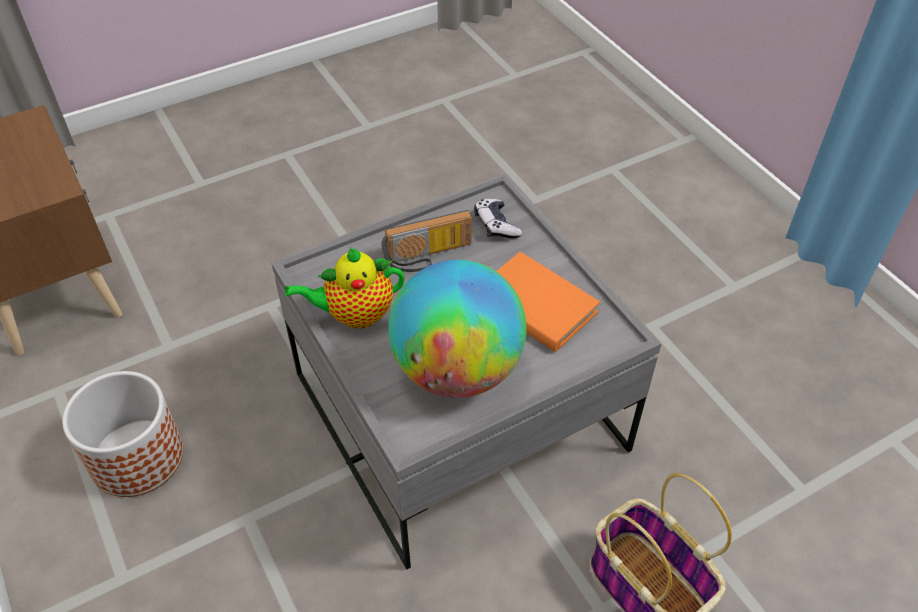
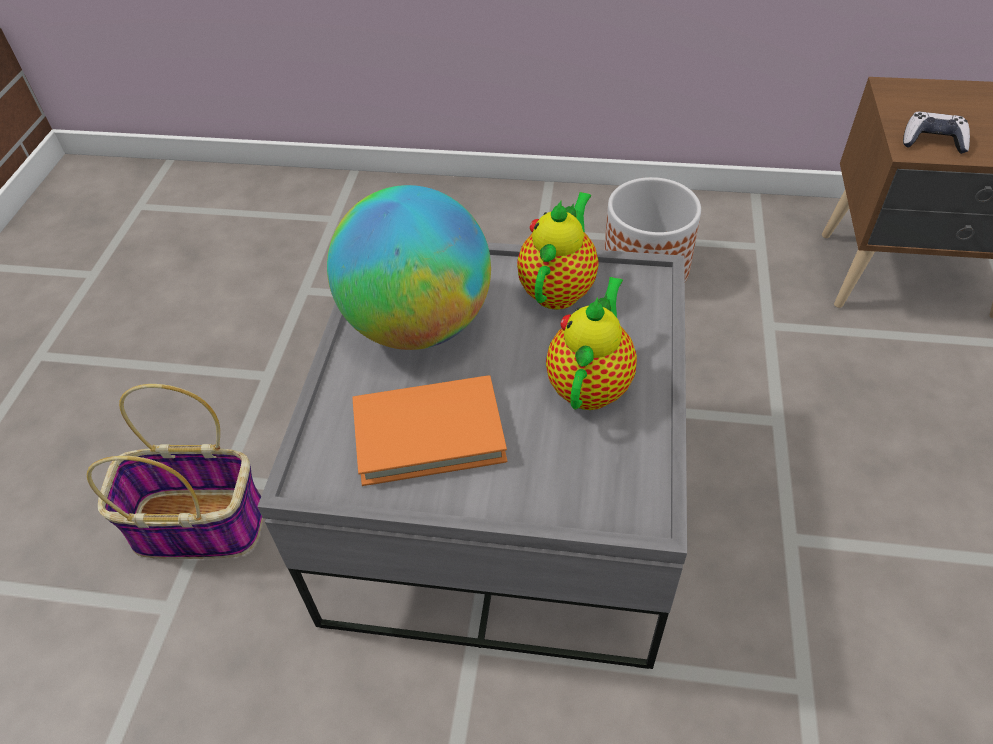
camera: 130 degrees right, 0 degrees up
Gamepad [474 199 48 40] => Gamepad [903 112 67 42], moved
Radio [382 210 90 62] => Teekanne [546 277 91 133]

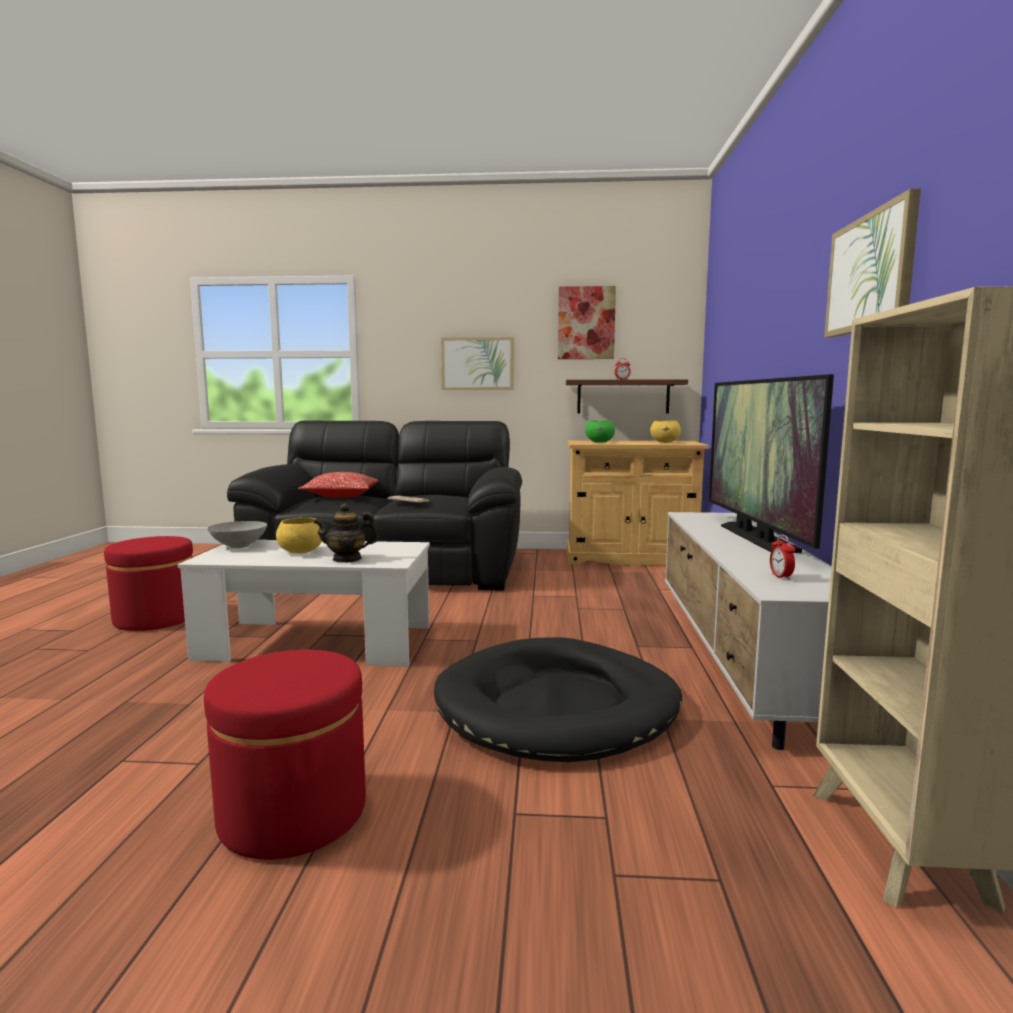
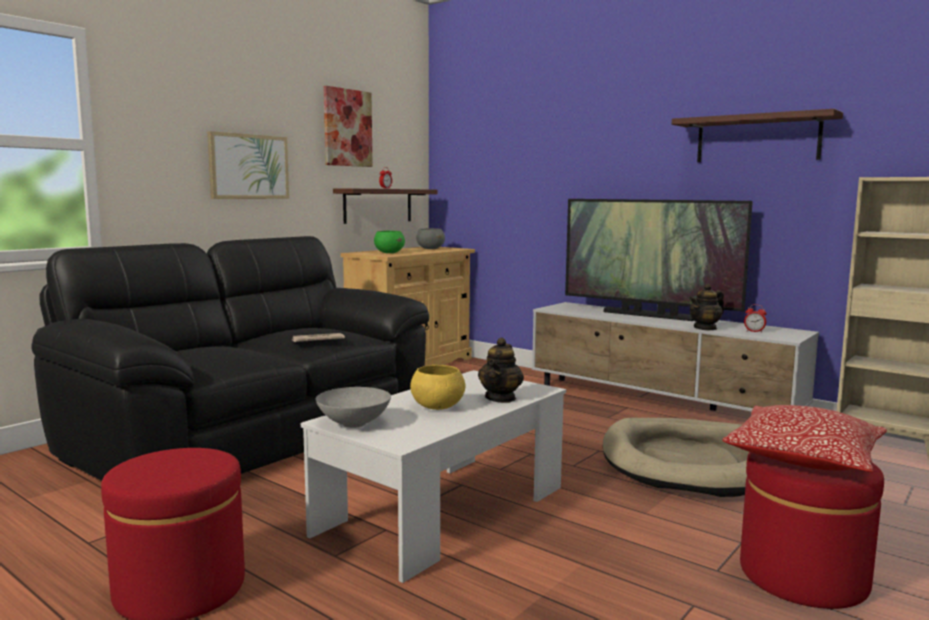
camera: 55 degrees left, 0 degrees up
nothing => Teekanne [689 284 35 46]
Kissen [298 472 80 26] => Kissen [722 405 165 67], moved
Bild [824 188 97 150] => Wandregal [672 109 171 53]
Hundebett [schwarz] [434 637 248 125] => Hundebett [beige] [602 418 147 79]
Schüssel [gelb] [650 421 31 22] => Schüssel [grau] [416 228 29 21]

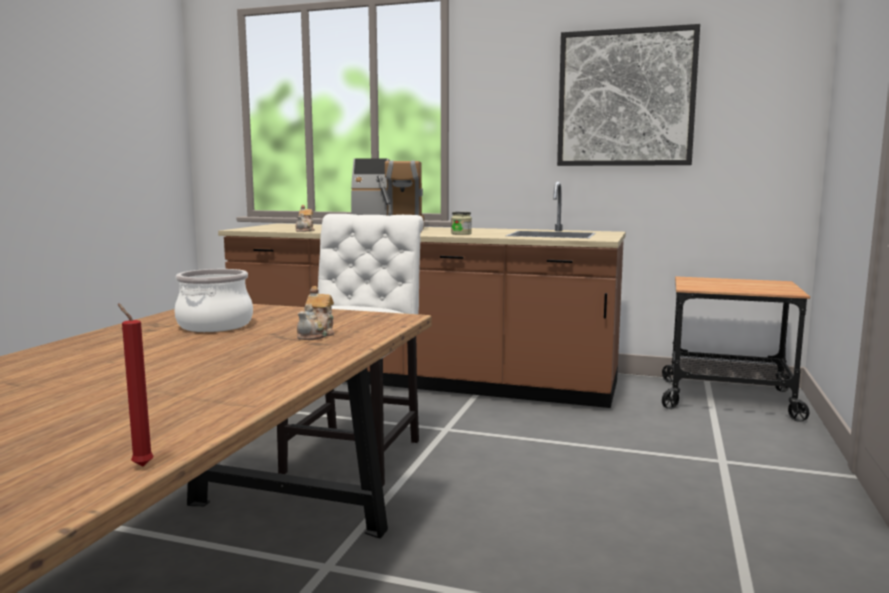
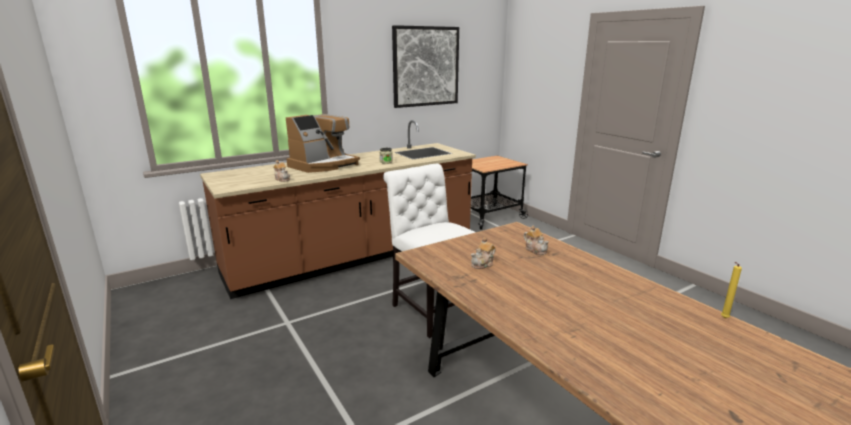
camera: 50 degrees left, 10 degrees up
Kochtopf [174 269 79 63] => Teekanne [471 237 24 32]
Kerze [rot] [118 303 35 163] => Kerze [gelb] [721 262 21 56]

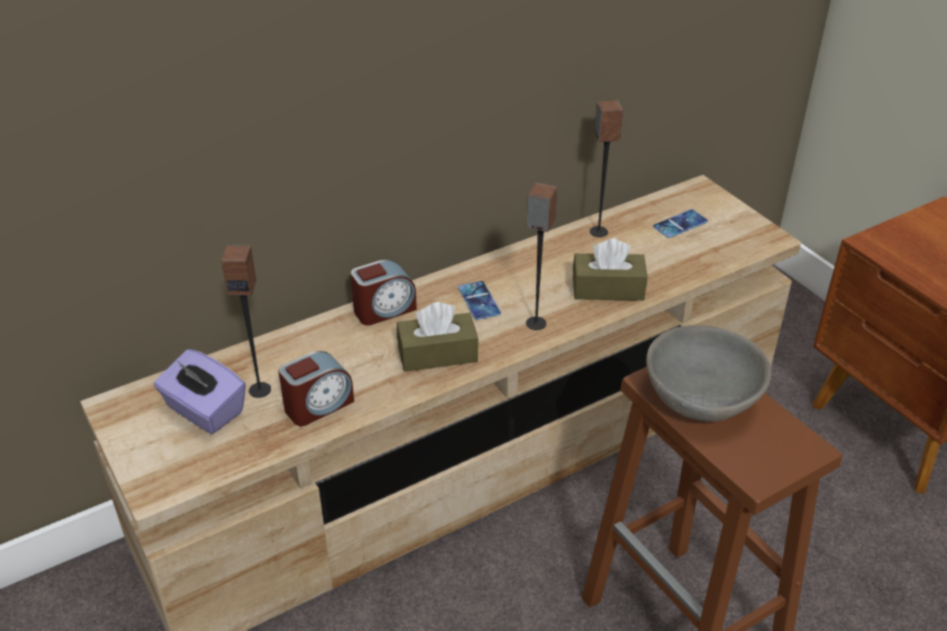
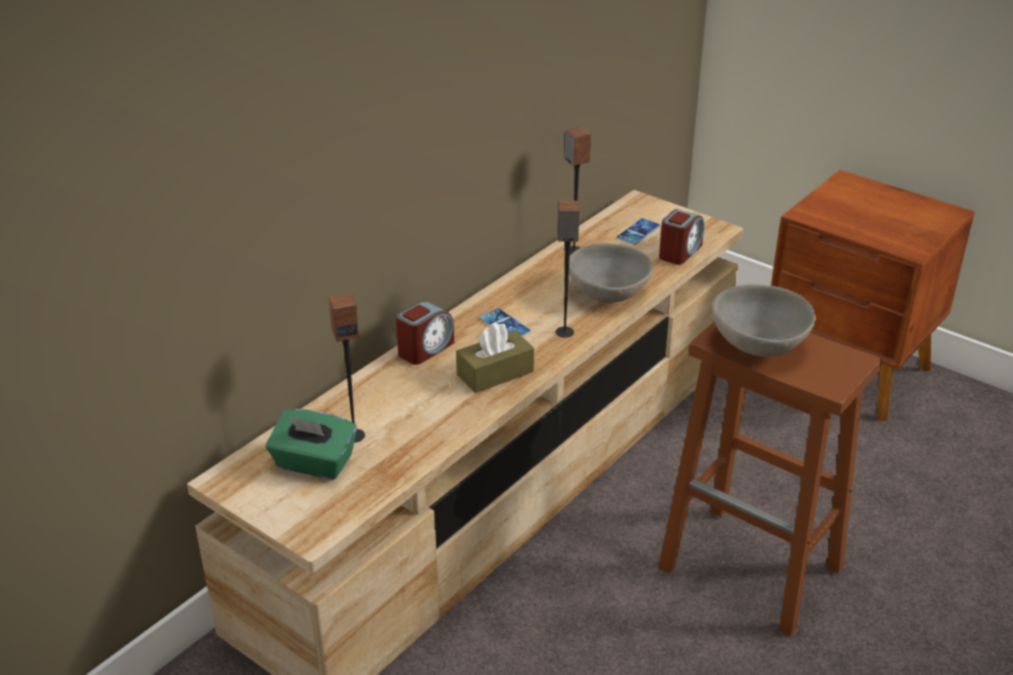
camera: 20 degrees left, 5 degrees down
Wecker [278 351 76 75] => Wecker [659 209 45 56], moved
Taschentuchbox [braun] [573 239 75 62] => Schüssel [grau] [569 243 84 60]
Taschentuchbox [lila] [153 349 93 85] => Taschentuchbox [grün] [266 409 91 70]

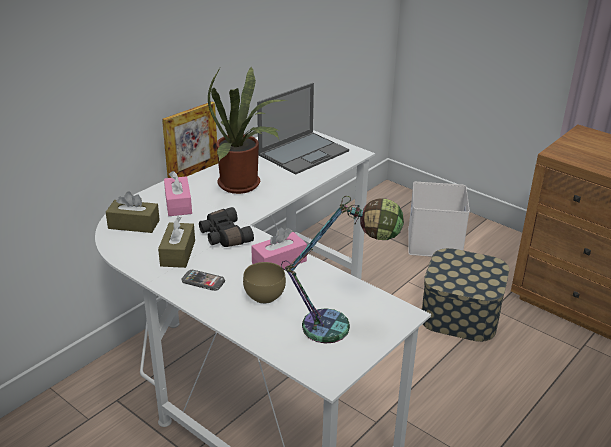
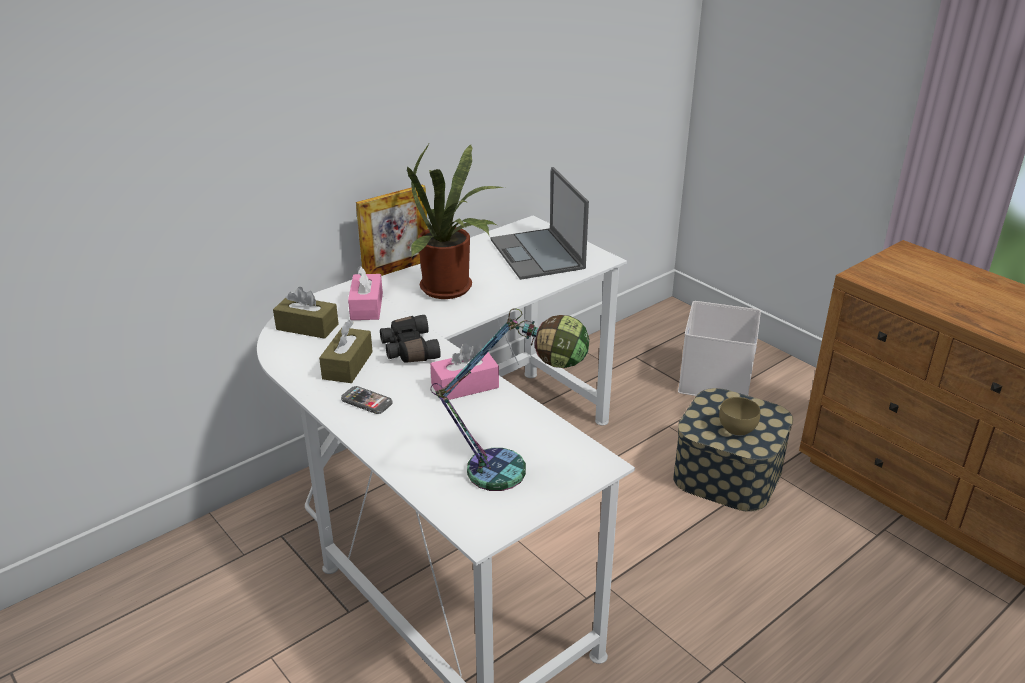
camera: 10 degrees right, 0 degrees up
Schüssel [braun] [243 262 43 42] => Schüssel [braun] [719 397 41 39], moved
Laptop [257 83 92 92] => Laptop [490 167 99 113], 105 degrees clockwise

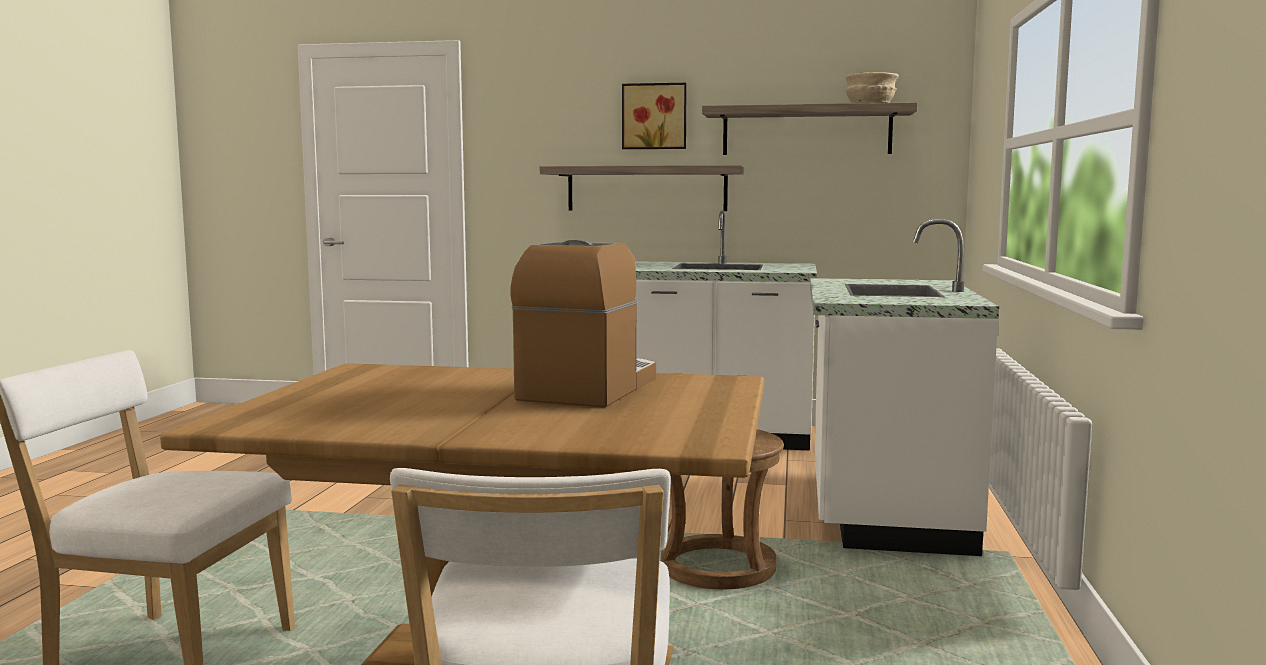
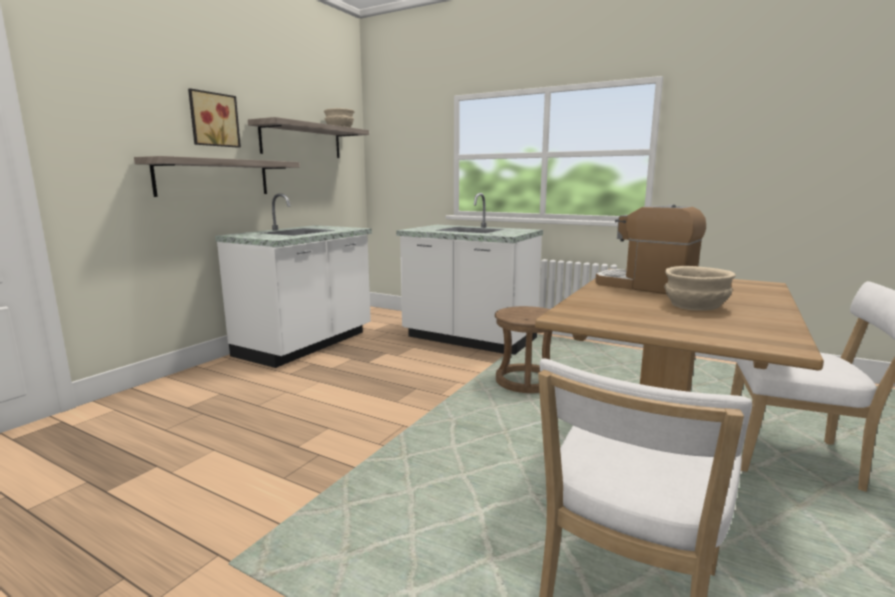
camera: 70 degrees left, 5 degrees up
nothing => Schüssel [beige] [664 266 72 45]

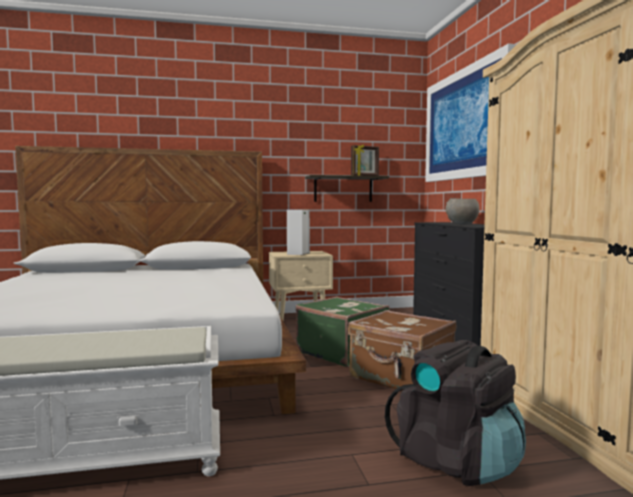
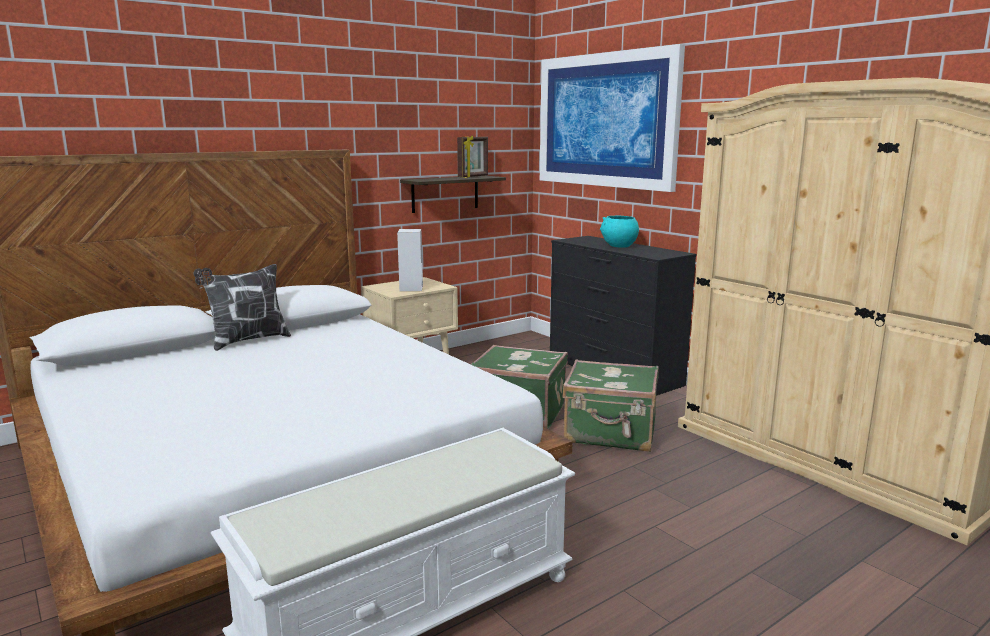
camera: 25 degrees left, 10 degrees up
Rucksack [schwarz] [385 340 141 146] => nothing
nothing => Kissen [194 264 97 87]
Koffer [braun] [348 310 108 81] => Koffer [grün] [562 359 97 93]
Schüssel [grau] [445 198 35 27] => Schüssel [türkis] [600 216 39 32]

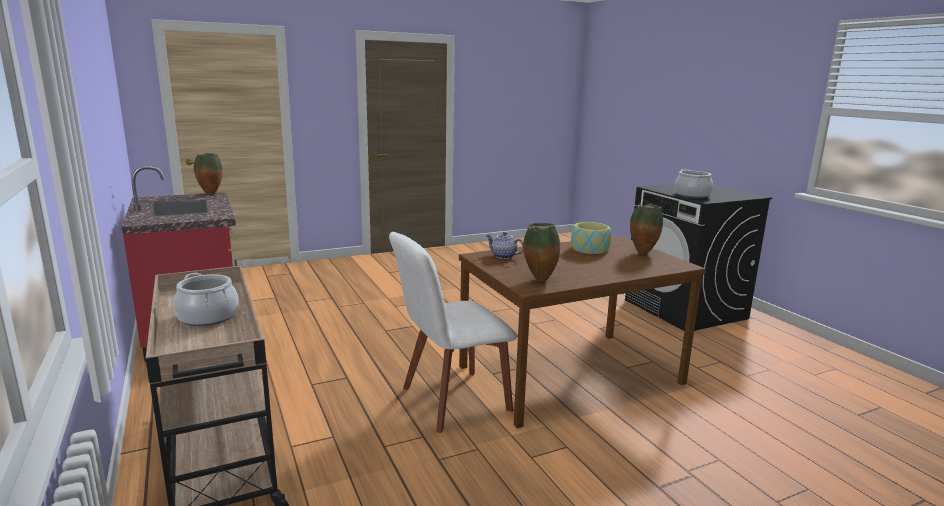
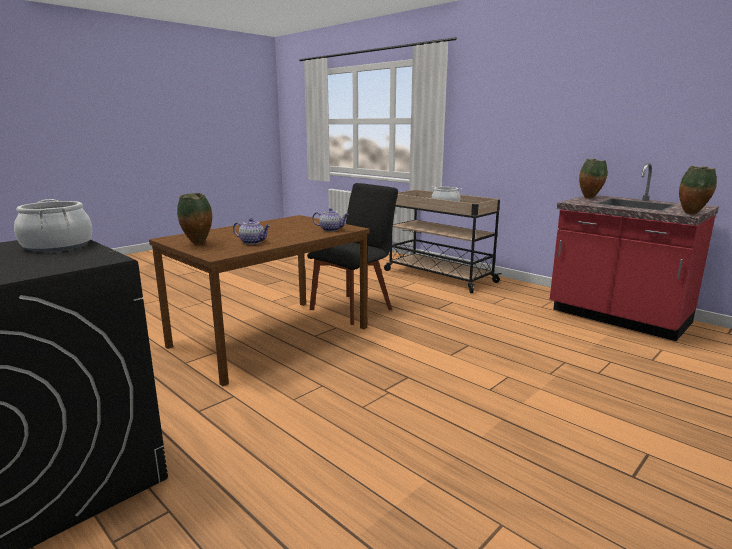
camera: 160 degrees right, 0 degrees up
Vase [523 223 37 58] => Vase [579 159 29 40], moved
Schüssel [571 222 40 32] => Teekanne [233 218 37 27]
Stuhl [weiß] [389 232 129 201] => Stuhl [schwarz] [307 183 91 142]

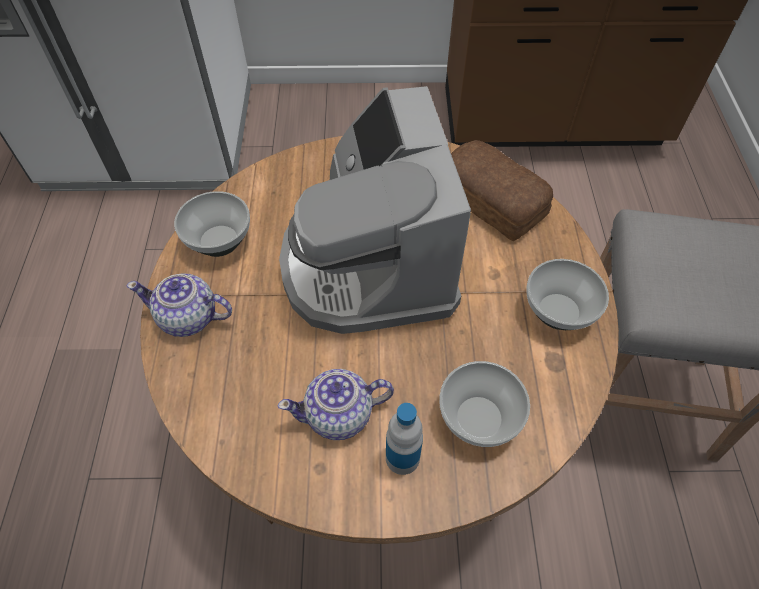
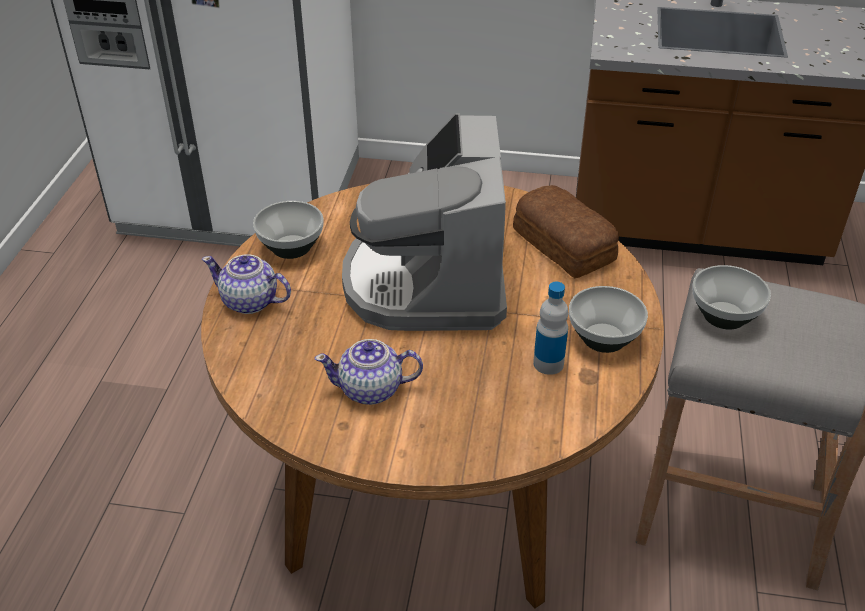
camera: 10 degrees right, 15 degrees down
Flasche [386 403 37 72] => Flasche [533 282 36 93], moved
Schüssel [439 361 91 86] => Schüssel [693 265 78 64], moved

